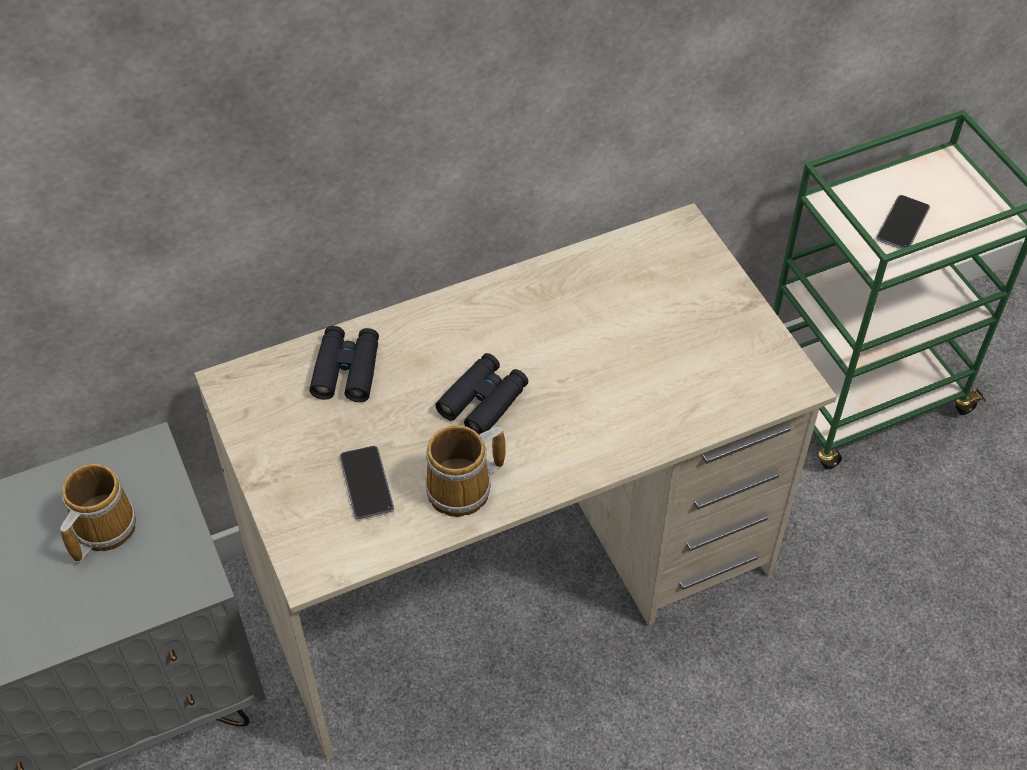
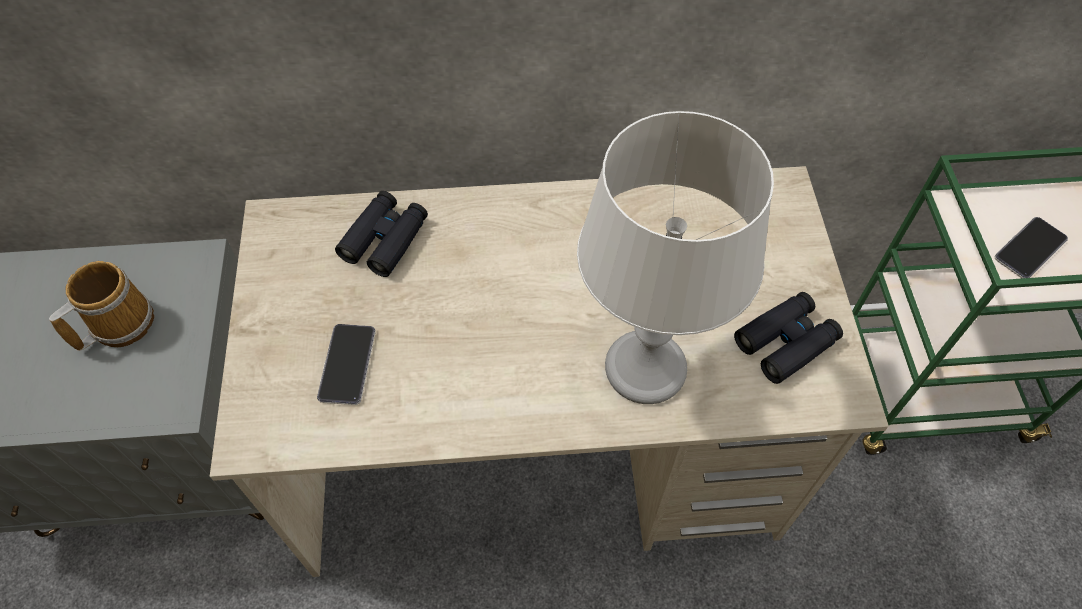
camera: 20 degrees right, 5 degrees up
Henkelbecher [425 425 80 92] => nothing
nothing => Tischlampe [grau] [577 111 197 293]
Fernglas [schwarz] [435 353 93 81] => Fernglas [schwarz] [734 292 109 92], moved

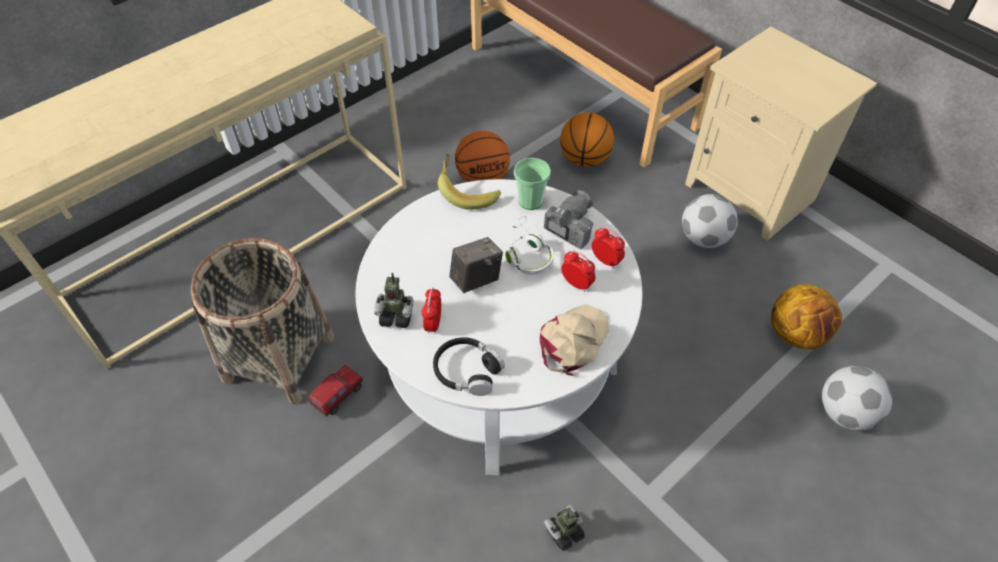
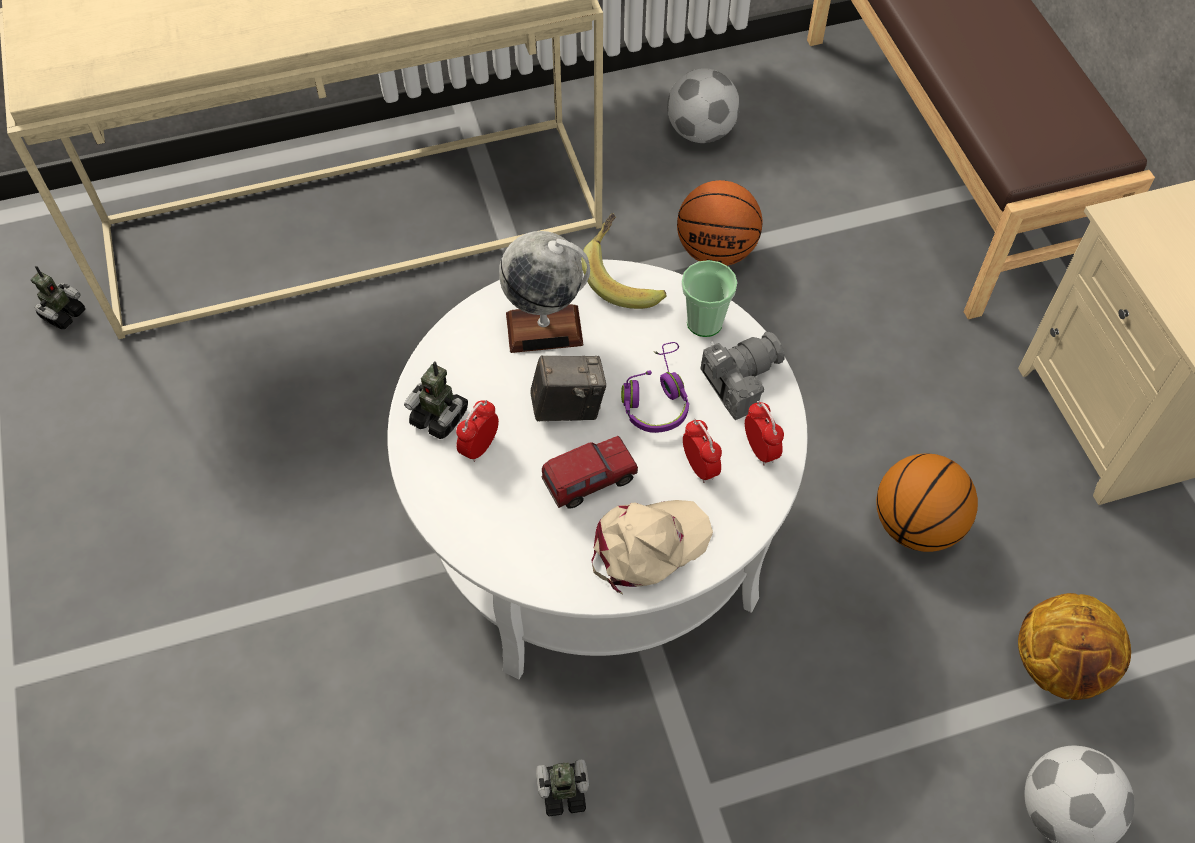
camera: 25 degrees right, 5 degrees up
Korb [191 238 143 166] => nothing
Kopfhörer [schwarz] [433 337 72 59] => nothing
nothing => Spielzeugroboter [31 266 54 63]
nothing => Globus [499 231 91 122]
Spielzeuglaster [309 365 54 52] => Spielzeuglaster [541 436 97 73], moved
Basketball [560 112 54 55] => Basketball [876 453 102 99], moved
Fußball [682 194 56 54] => Fußball [667 68 73 75], moved
Kopfhörer [weiß] [505 216 49 59] => Kopfhörer [lila] [621 342 68 91]

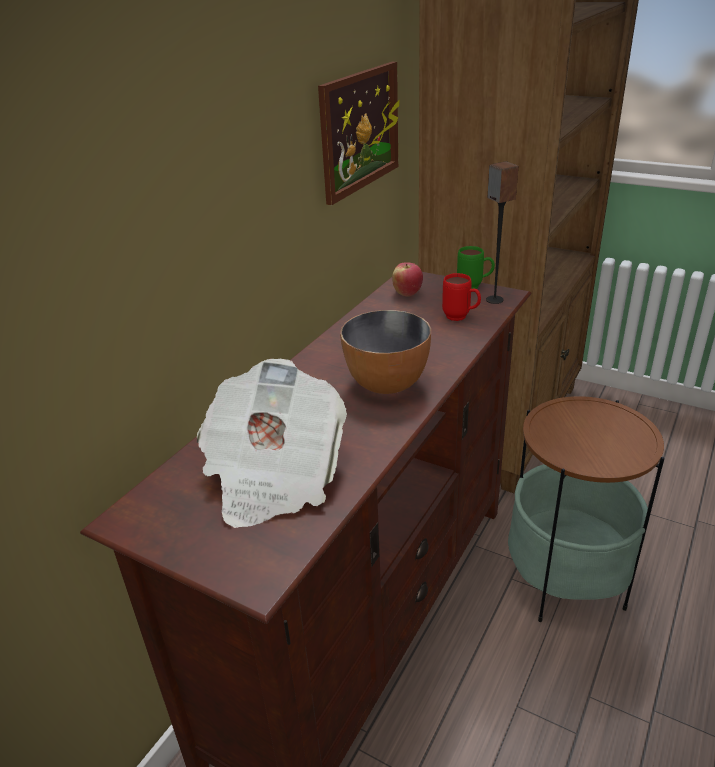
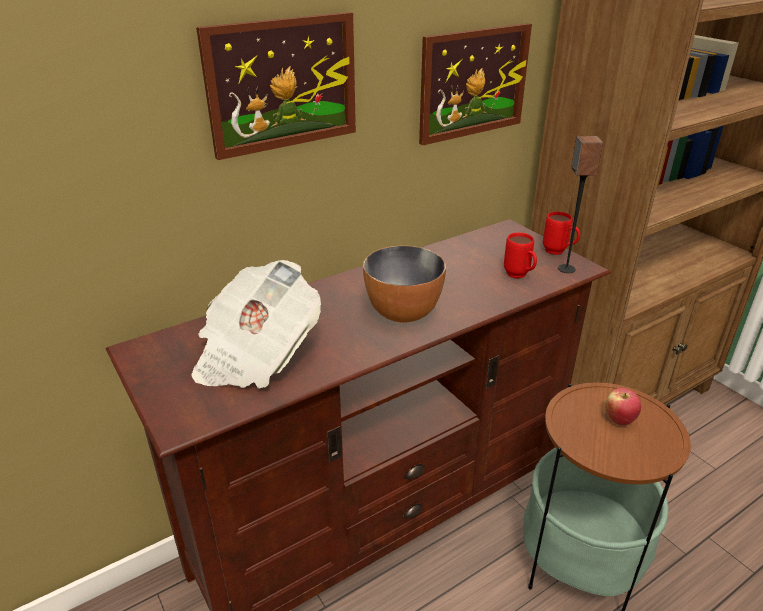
camera: 25 degrees right, 0 degrees up
nothing => Bild [196 12 160 148]
Apfel [392 262 31 35] => Apfel [605 388 36 37], moved
Henkelbecher [grün] [457 246 38 43] => Henkelbecher [rot] [543 211 37 44]

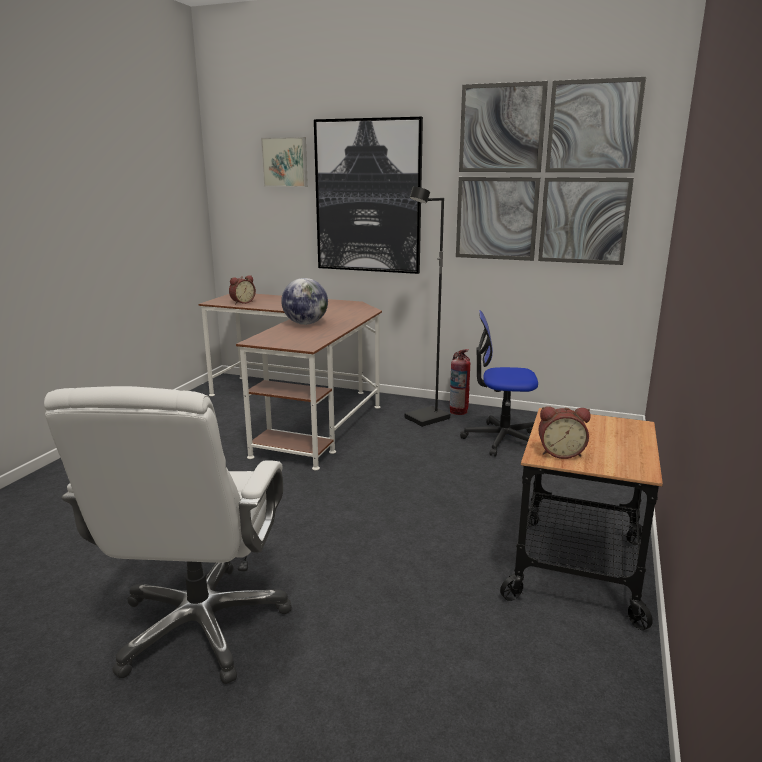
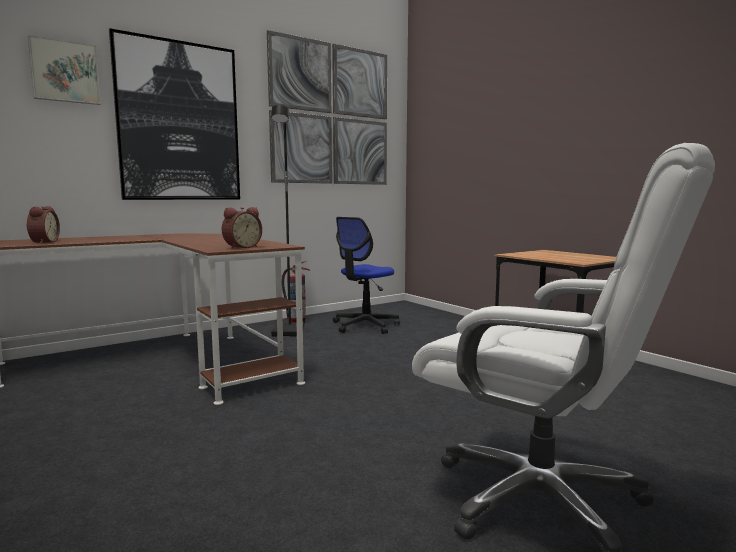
camera: 55 degrees left, 10 degrees down
Globus [281 278 47 47] => nothing
Wecker [538 406 53 53] => Wecker [222 207 40 42], moved

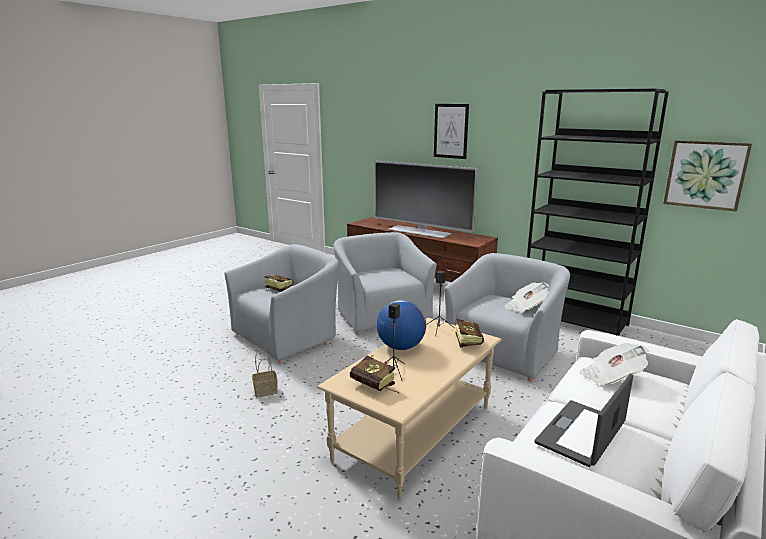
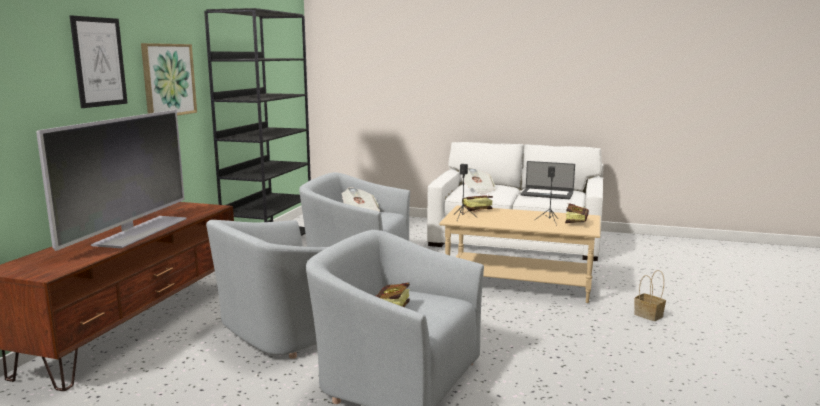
camera: 110 degrees left, 5 degrees down
Globus [376 300 50 50] => nothing
Korb [252 349 26 49] => Korb [634 270 32 51], moved
Bild [663 140 89 71] => Bild [141 43 56 73], moved

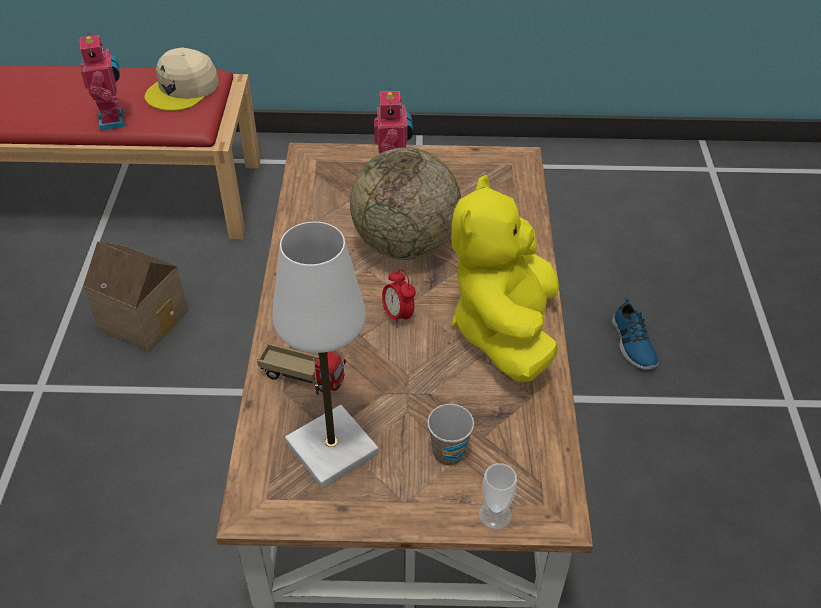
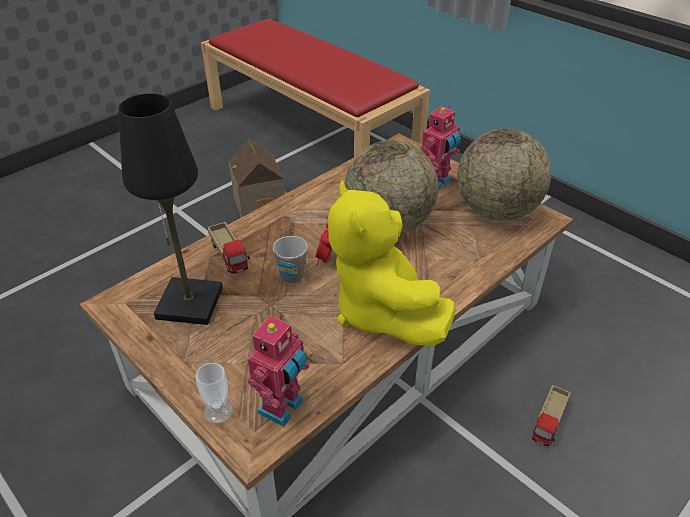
camera: 45 degrees right, 5 degrees down
Kappe [beige] [145 47 74 64] => nothing
nothing => Globus [457 129 94 92]
Spielzeugroboter [80 32 45 99] => Spielzeugroboter [248 315 61 112], moved
Tasse [427 404 47 62] => Tasse [272 236 35 48], moved
Schuh [612 297 47 73] => Spielzeuglaster [532 385 39 61]
Tischlampe [weiß] [272 222 107 266] => Tischlampe [schwarz] [118 93 105 232]
Plüschtier [gelb] [451 175 108 207] => Plüschtier [gelb] [328 180 128 166], 75 degrees counterclockwise

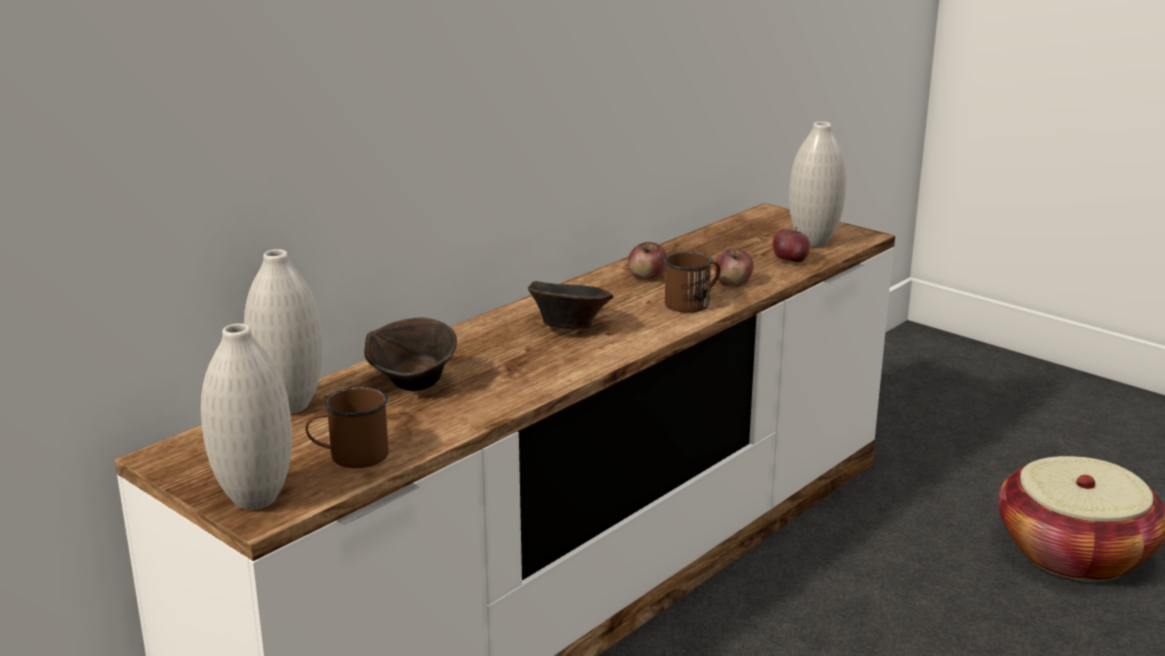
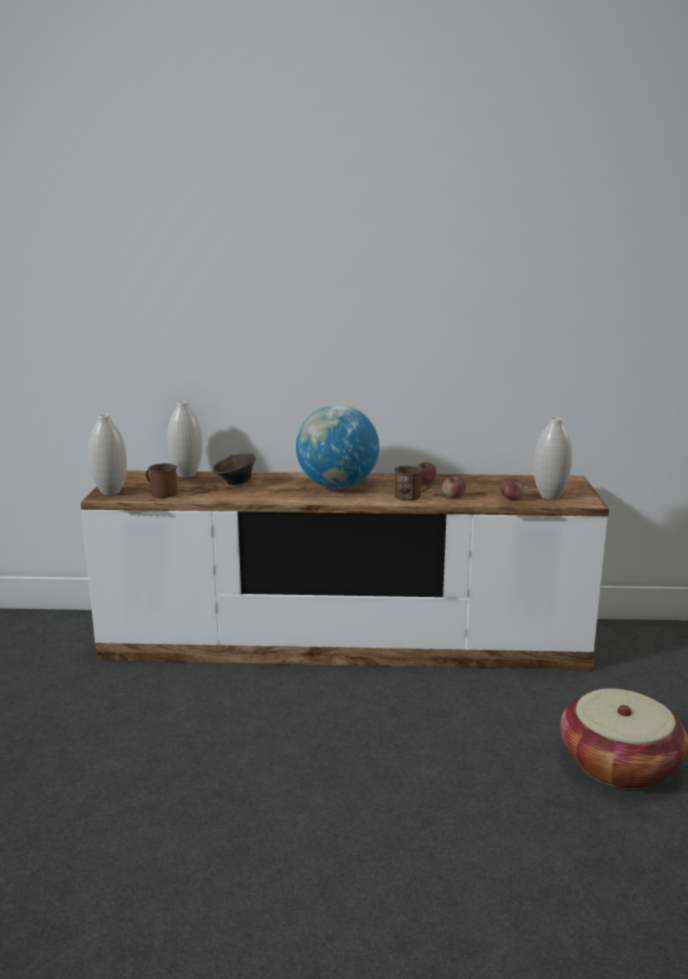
camera: 50 degrees right, 5 degrees down
Schüssel [braun] [528 281 85 48] => Globus [296 405 83 84]

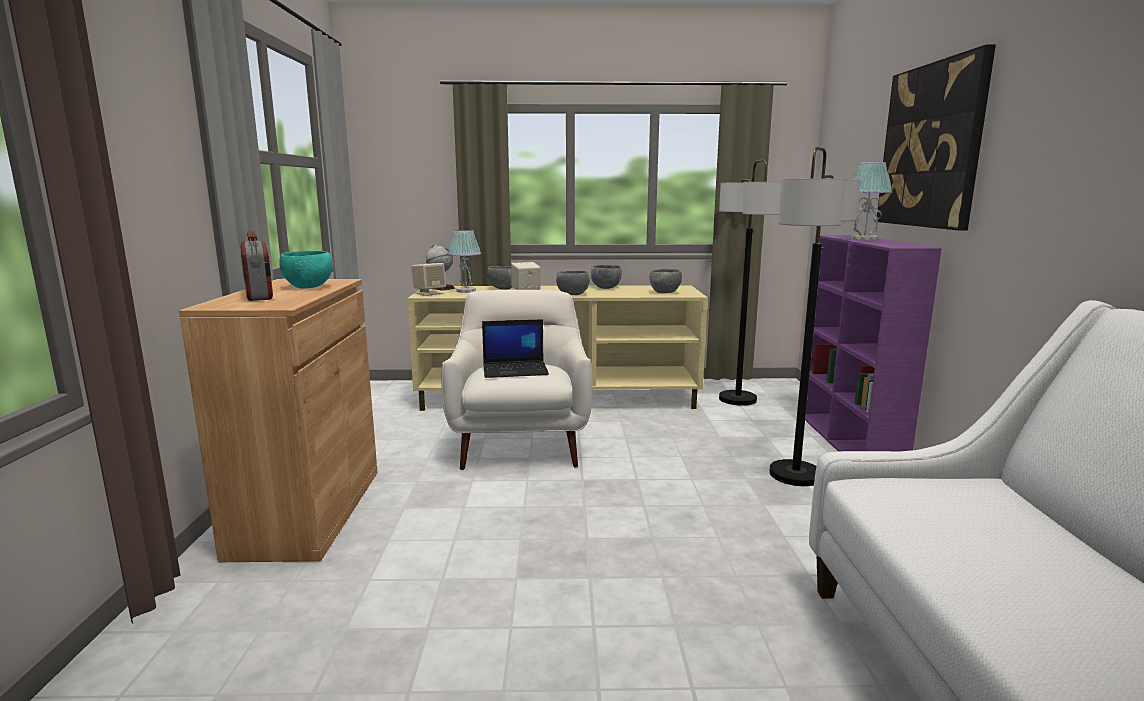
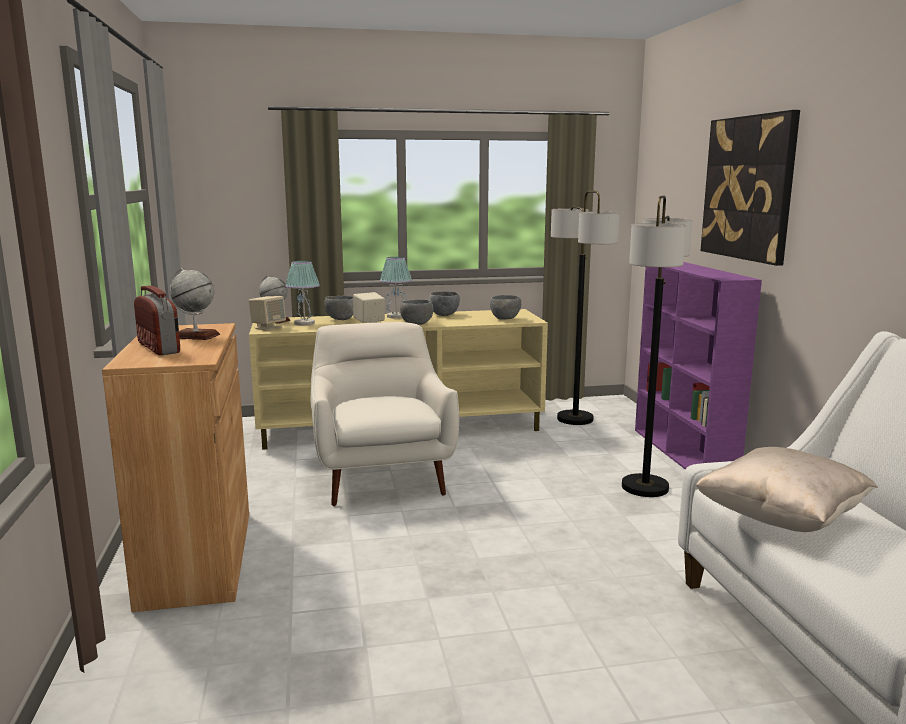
camera: 10 degrees left, 0 degrees up
Laptop [482 319 67 59] => nothing
nothing => Kissen [beige] [695 447 183 85]
Tischlampe [852 162 40 79] => Tischlampe [380 257 32 62], moved
Schüssel [türkis] [279 251 54 38] => Globus [169 268 51 72]

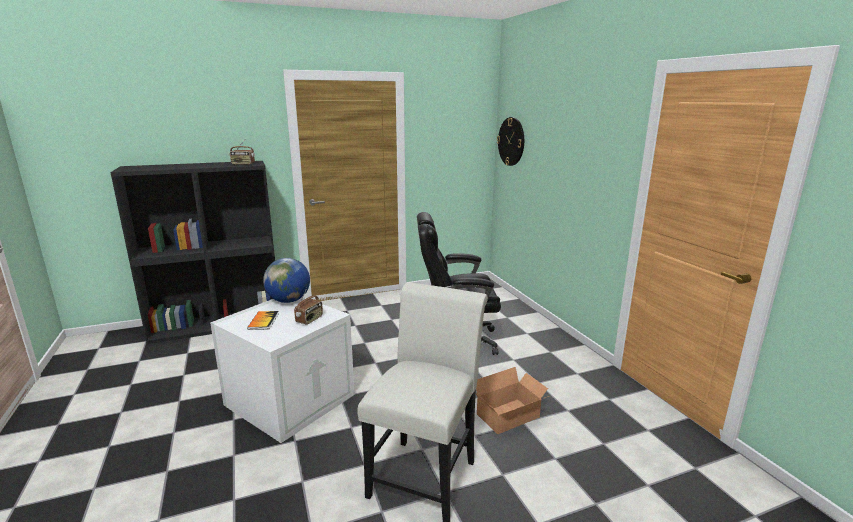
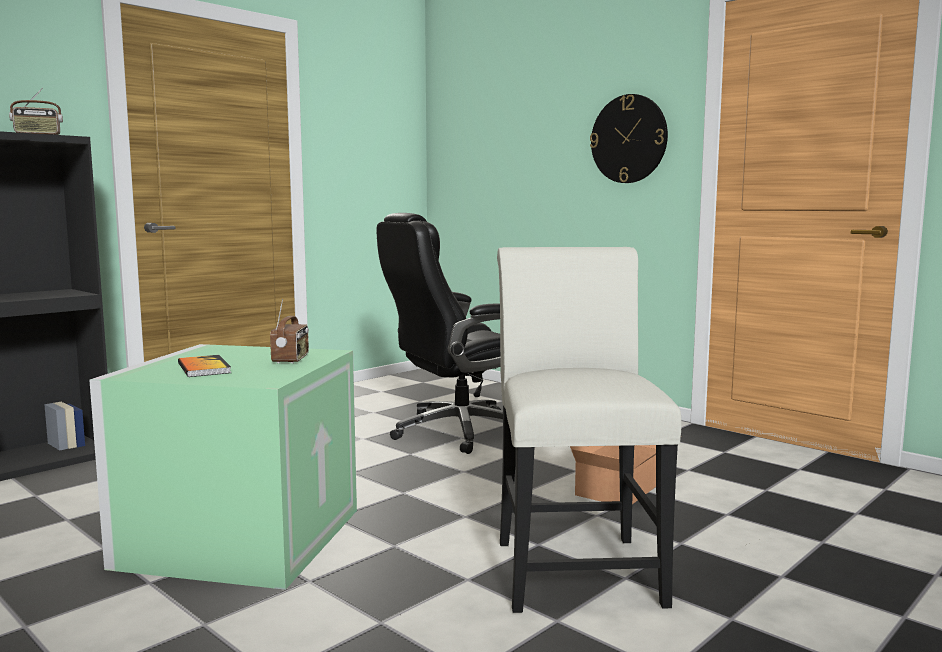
camera: 25 degrees left, 10 degrees down
Globus [263 258 47 45] => nothing
Wanduhr [497 117 27 49] => Wanduhr [590 94 78 89], moved
Aufbewahrungsbox [weiß] [210 297 145 146] => Aufbewahrungsbox [grün] [89 344 268 246]

